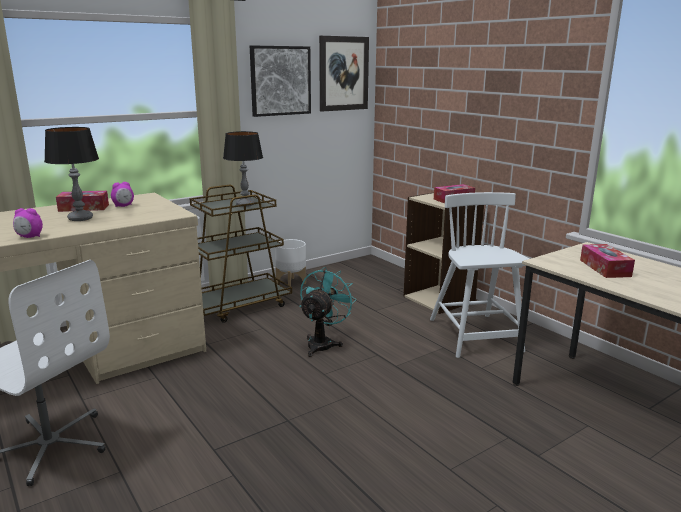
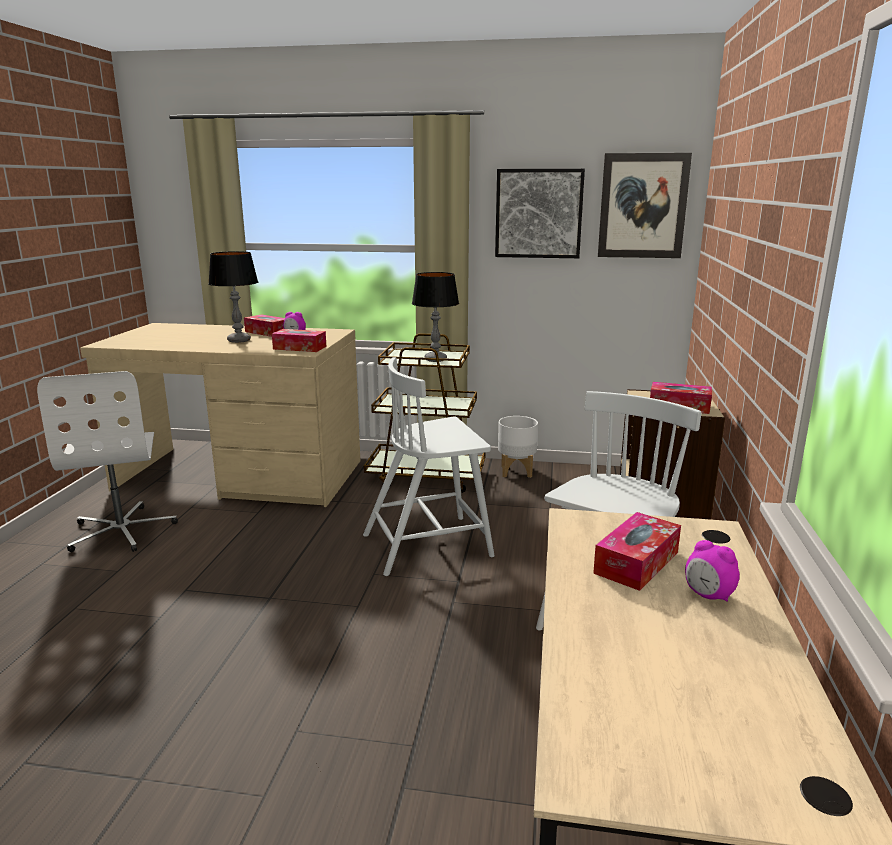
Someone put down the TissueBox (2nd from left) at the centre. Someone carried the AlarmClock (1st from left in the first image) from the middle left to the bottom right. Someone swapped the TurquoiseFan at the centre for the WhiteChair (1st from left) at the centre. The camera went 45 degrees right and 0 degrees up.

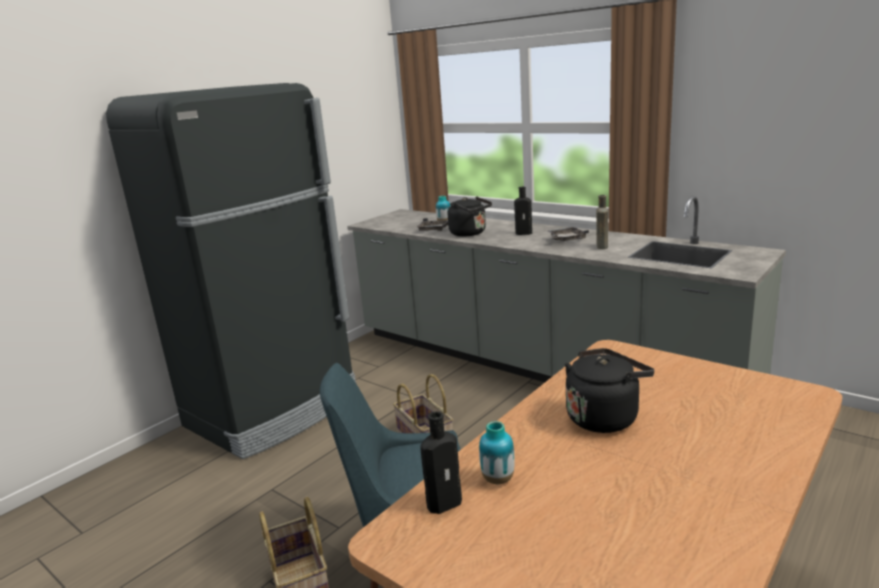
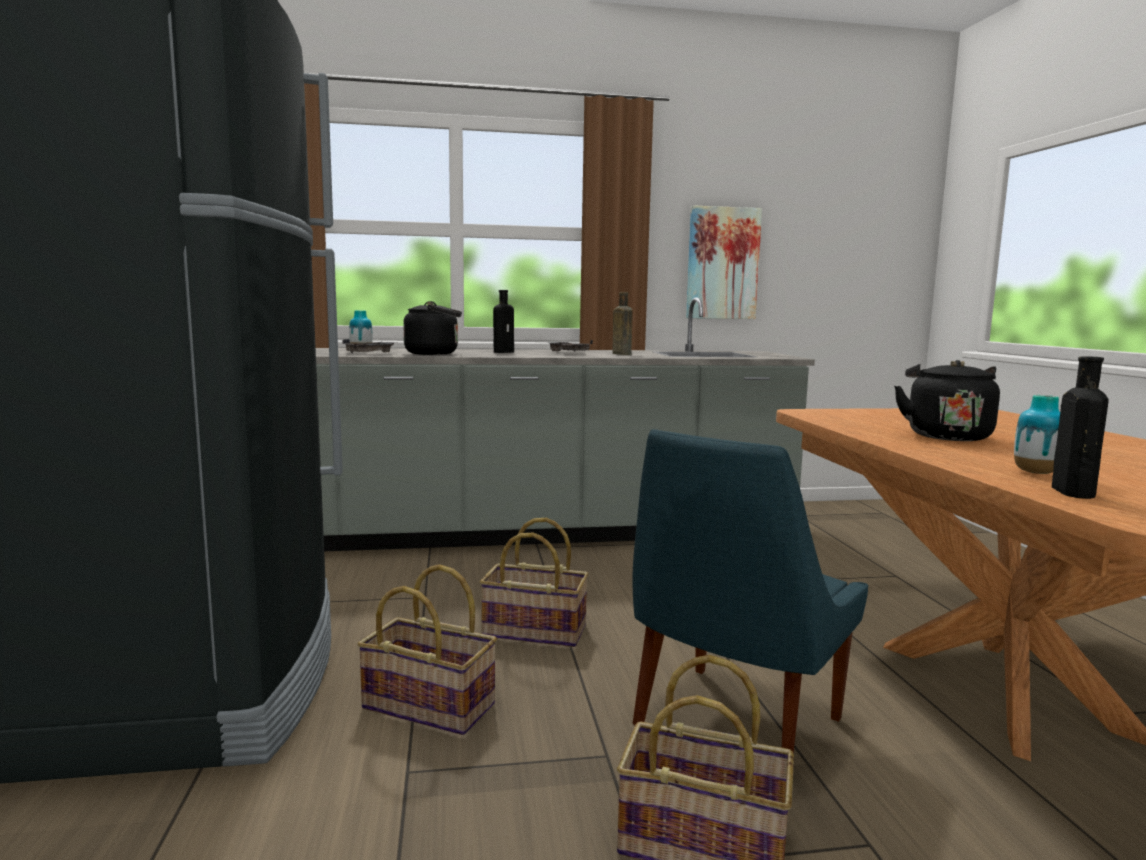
Someone put down the Basket (1st from left) at the bottom centre. Someone put up the Picture at the top centre. The camera went 50 degrees left and 10 degrees down.

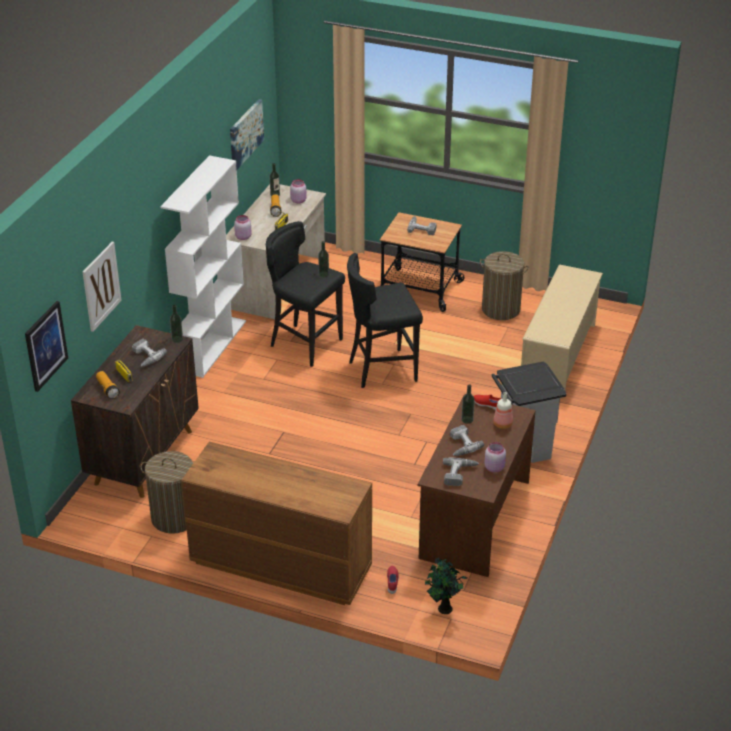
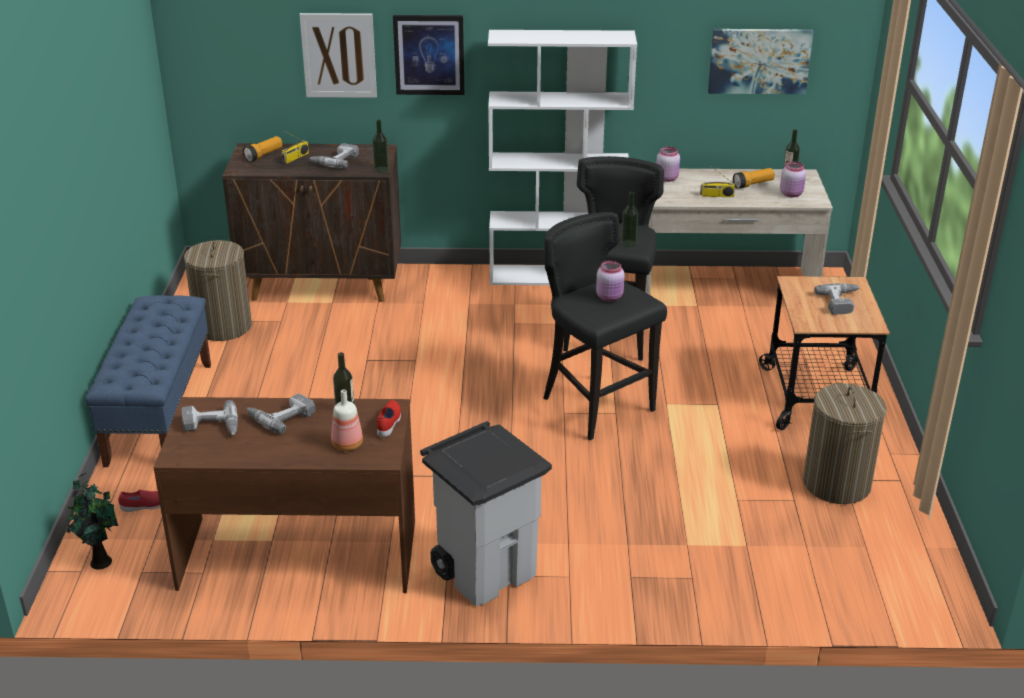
Someone took away the BeigeShoeRack at the middle right. Someone carried the Picture (1st from left in the first image) from the middle left to the top centre. Someone carried the PinkJar (3rd from left in the first image) from the middle right to the centre. Someone swapped the BrownDresser at the bottom centre for the BlueBench at the middle left. The camera went 70 degrees right and 5 degrees down.

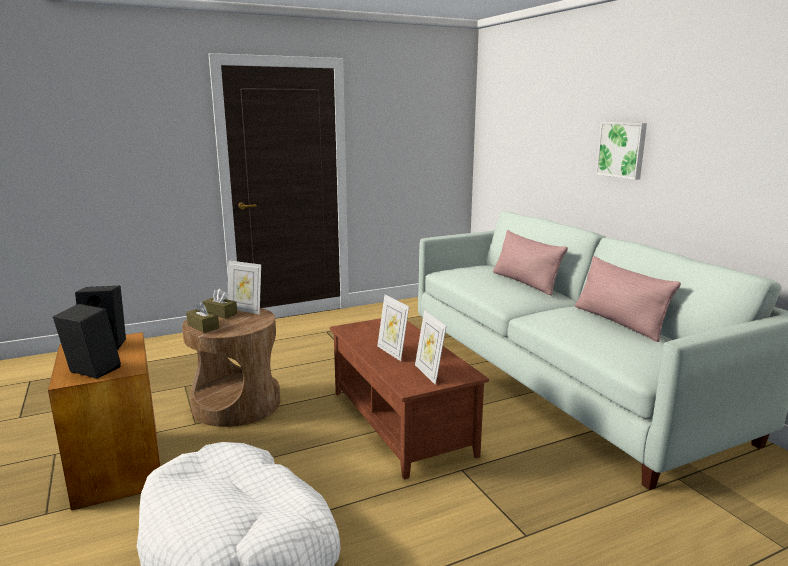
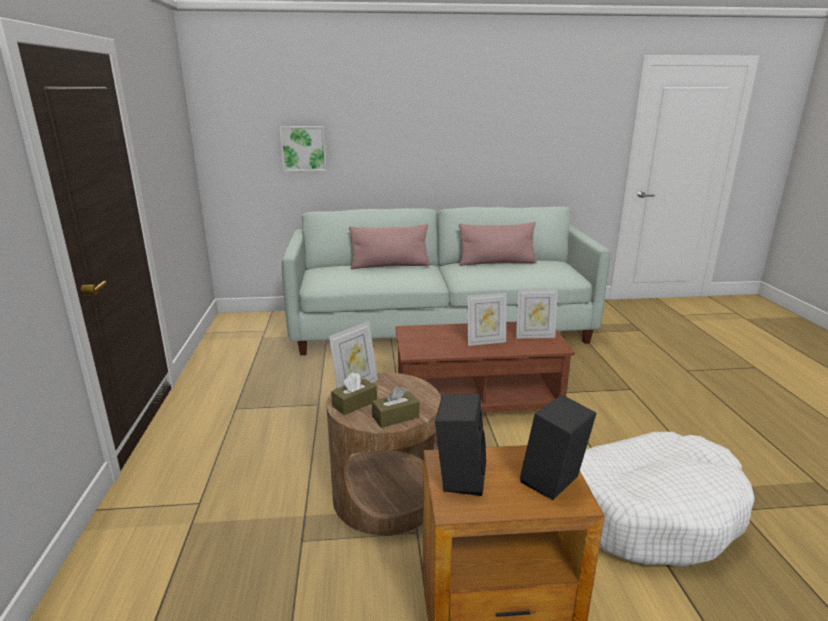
Someone carried the Picture from the top right to the top centre. The camera went 70 degrees left and 5 degrees up.

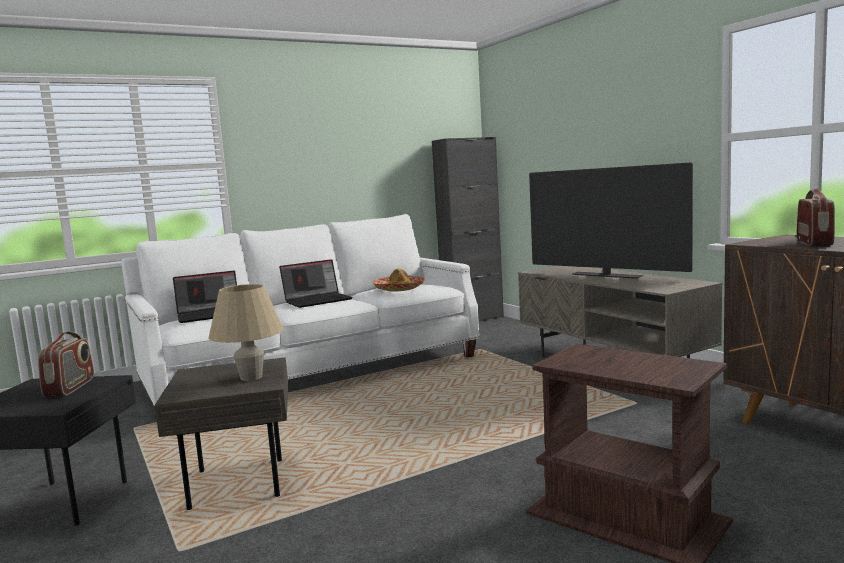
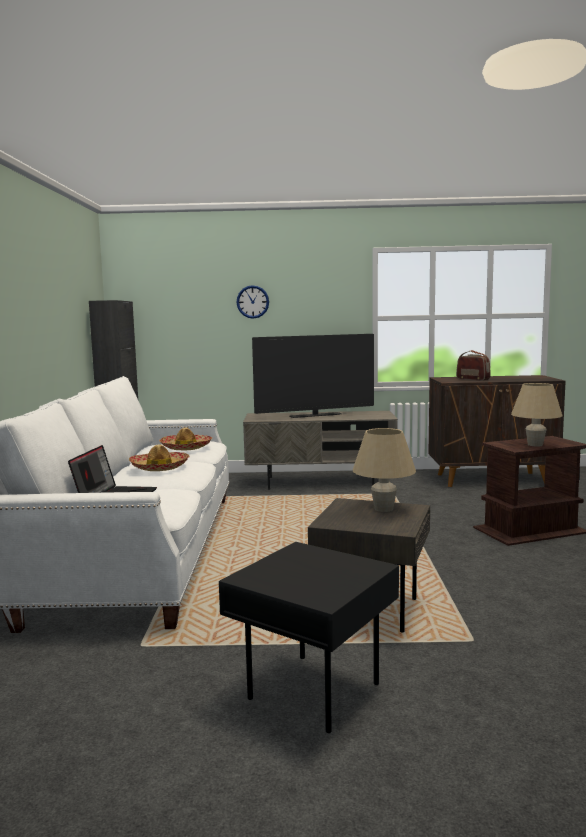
Someone took away the Radio (1st from left) at the middle left. Someone put up the WallClock at the centre. Someone put down the BeigeTableLamp (2nd from left) at the middle right. Someone swapped the Laptop (2nd from left) at the centre for the Hat (1st from left) at the middle left. The camera went 60 degrees left and 0 degrees up.

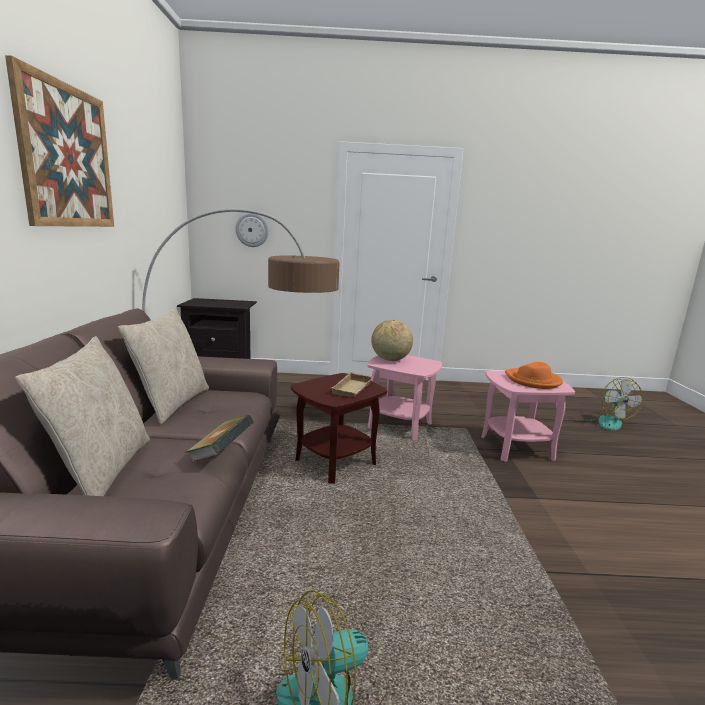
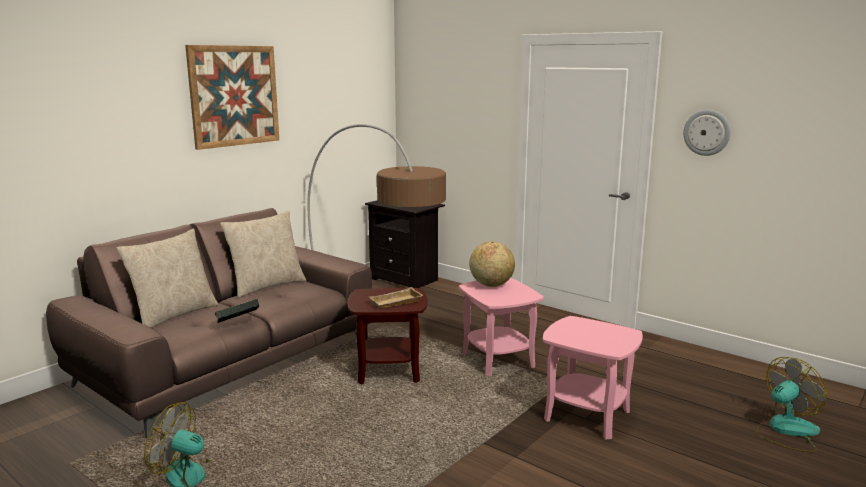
Someone took away the OrangeHat at the middle right. Someone carried the WallClock from the top centre to the top right. Someone rotated the Fan (2nd from left) at the middle right by 150 degrees counterclockwise. The camera went 40 degrees right and 0 degrees up.

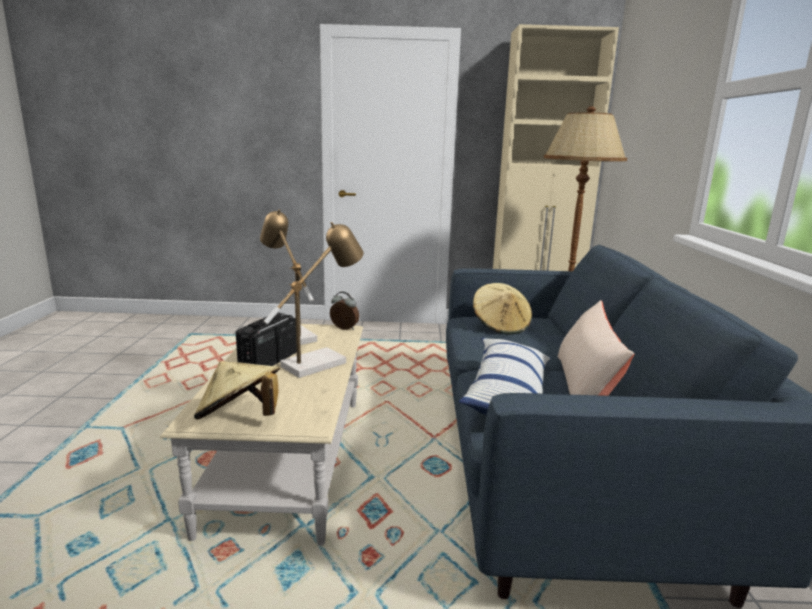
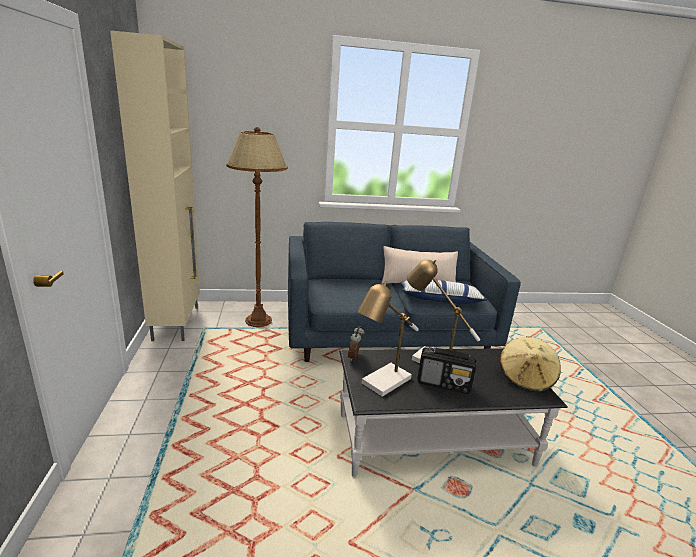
Someone took away the BeigeHat (2nd from left) at the centre. Someone repainted the BeigeCoffeeTable at the bottom left, which became the BlackCoffeeTable at the bottom centre. The camera went 100 degrees left and 5 degrees up.

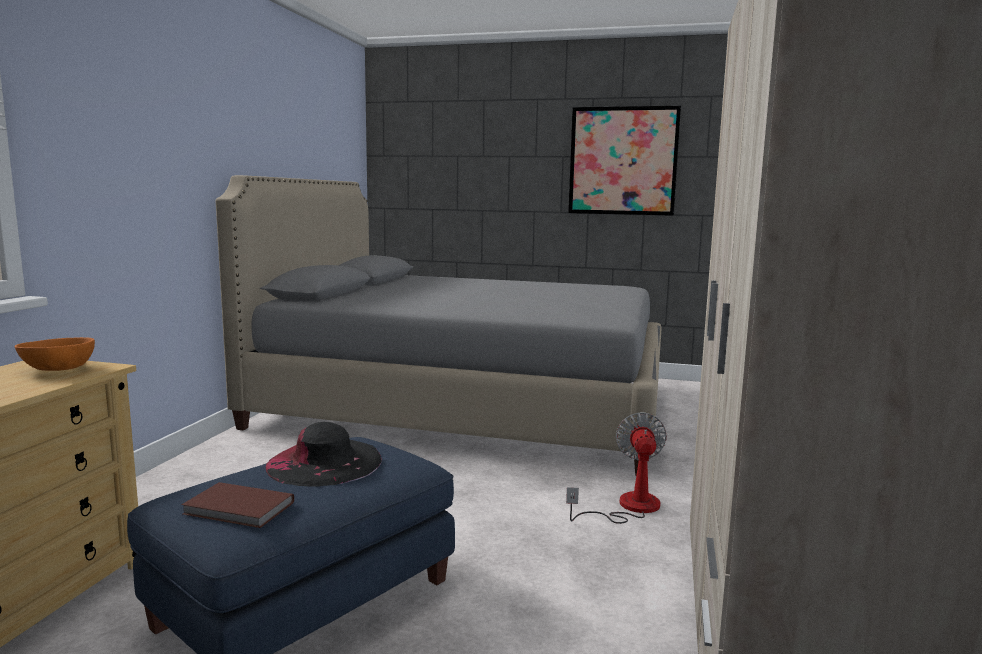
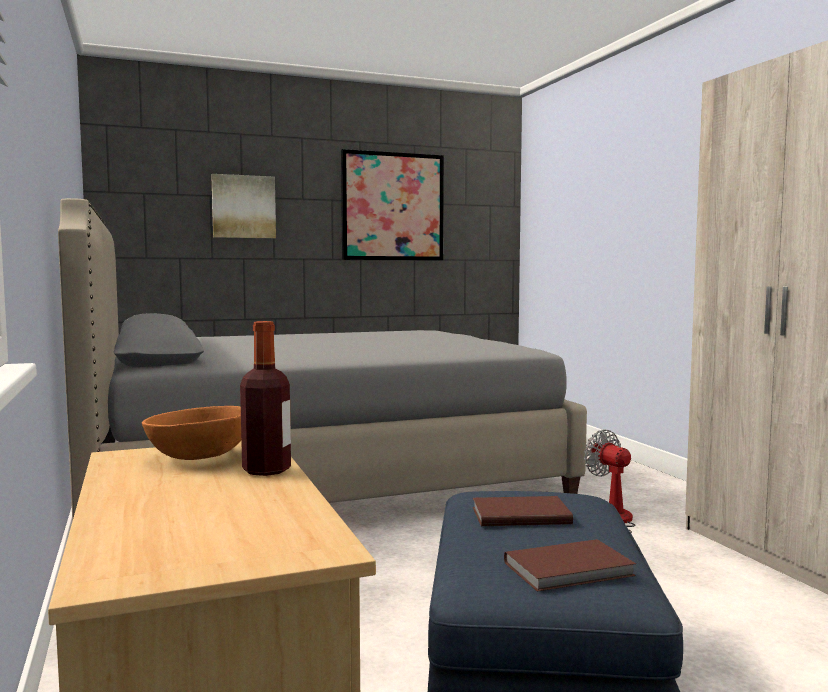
Someone put up the Picture (1st from left) at the top left. Someone put down the Bottle at the middle left. Someone swapped the BlackHat at the bottom left for the BrownBook (1st from left) at the bottom centre. The camera went 35 degrees left and 5 degrees down.

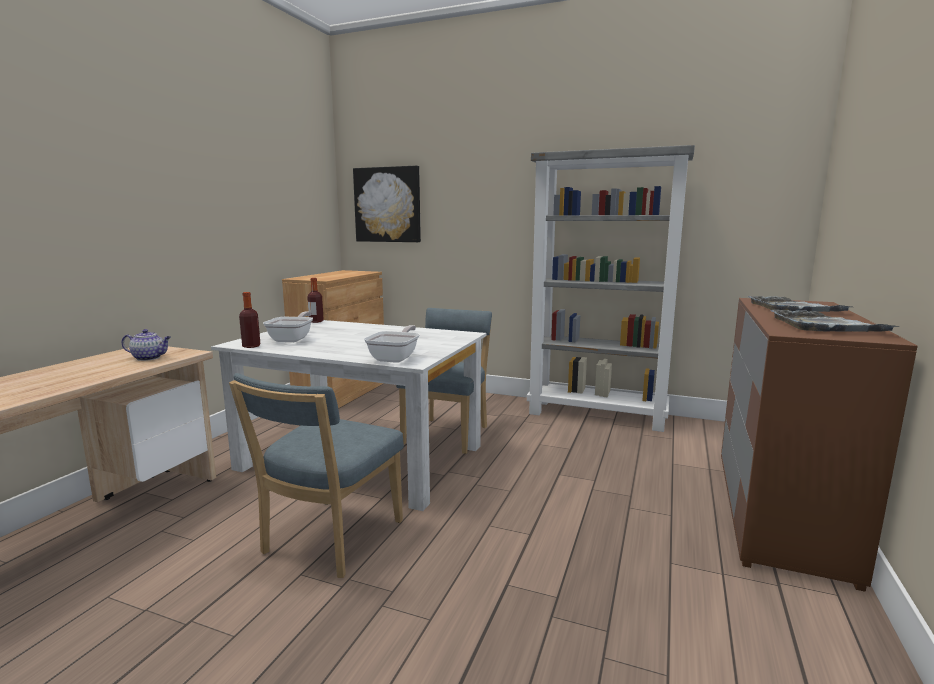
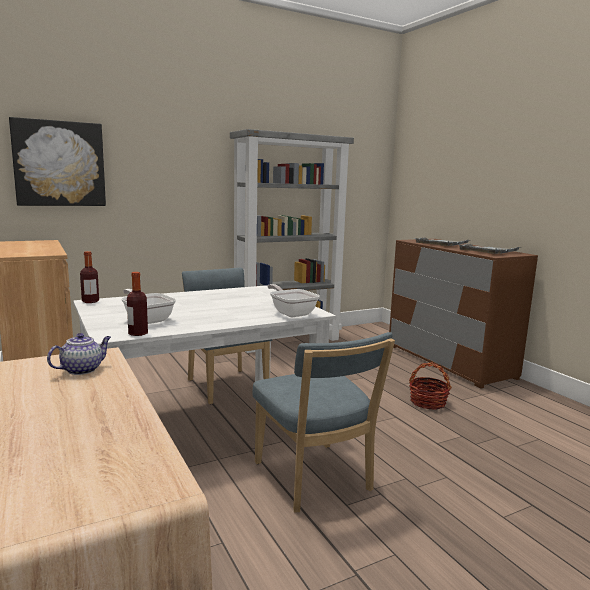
Someone put down the Basket at the middle right. The camera went 50 degrees left and 0 degrees up.

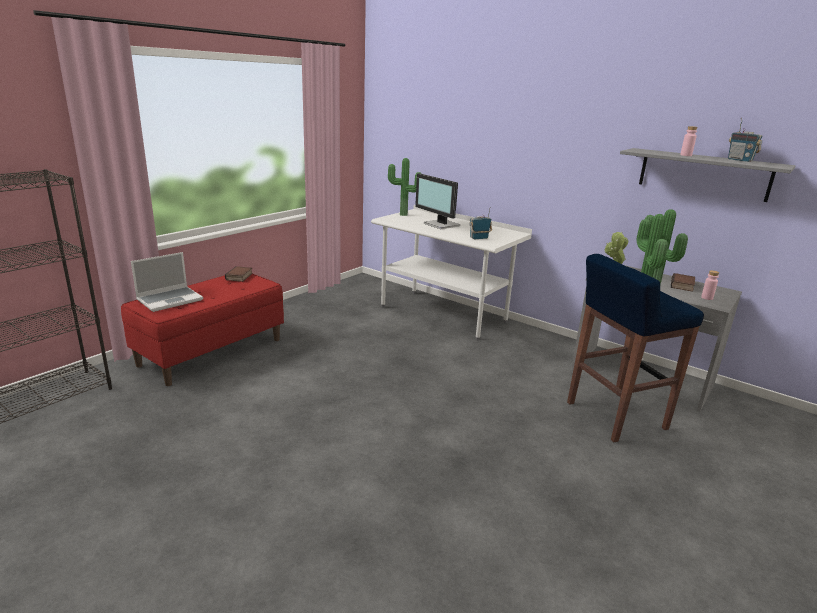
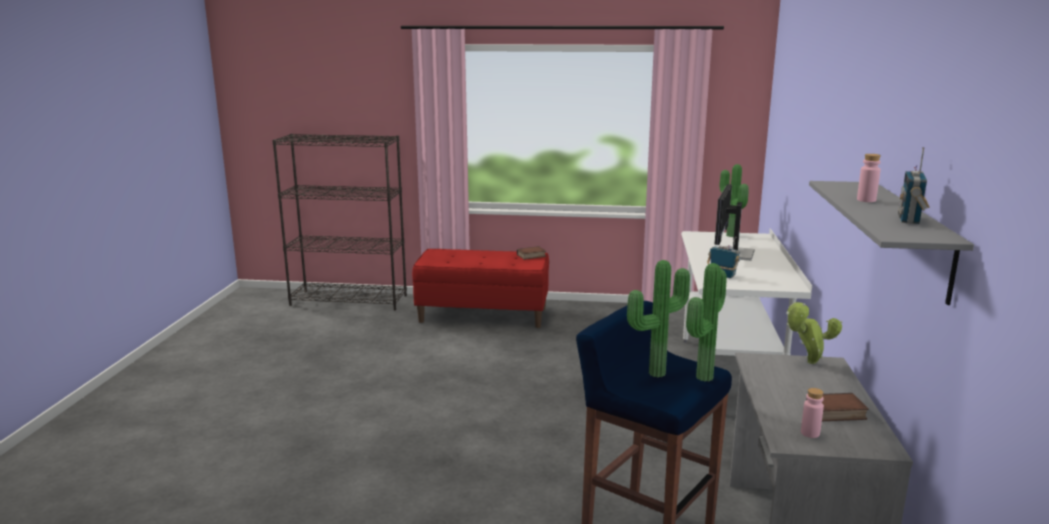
Someone took away the Laptop at the middle left. The camera went 60 degrees right and 5 degrees down.

